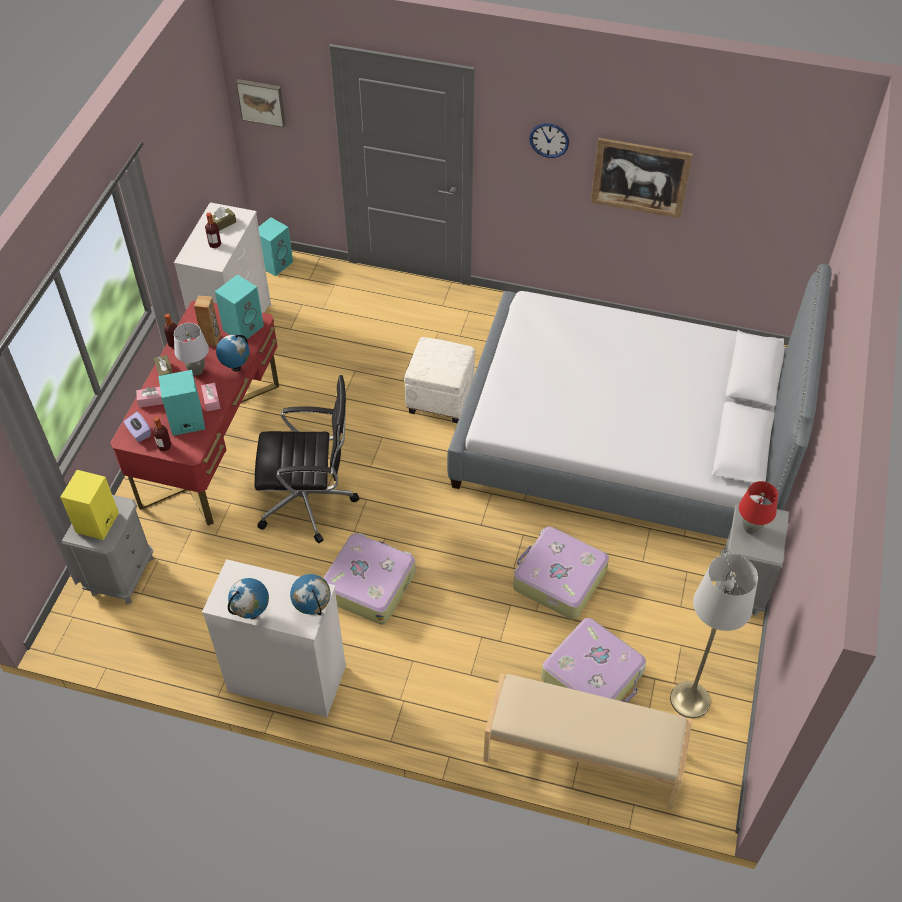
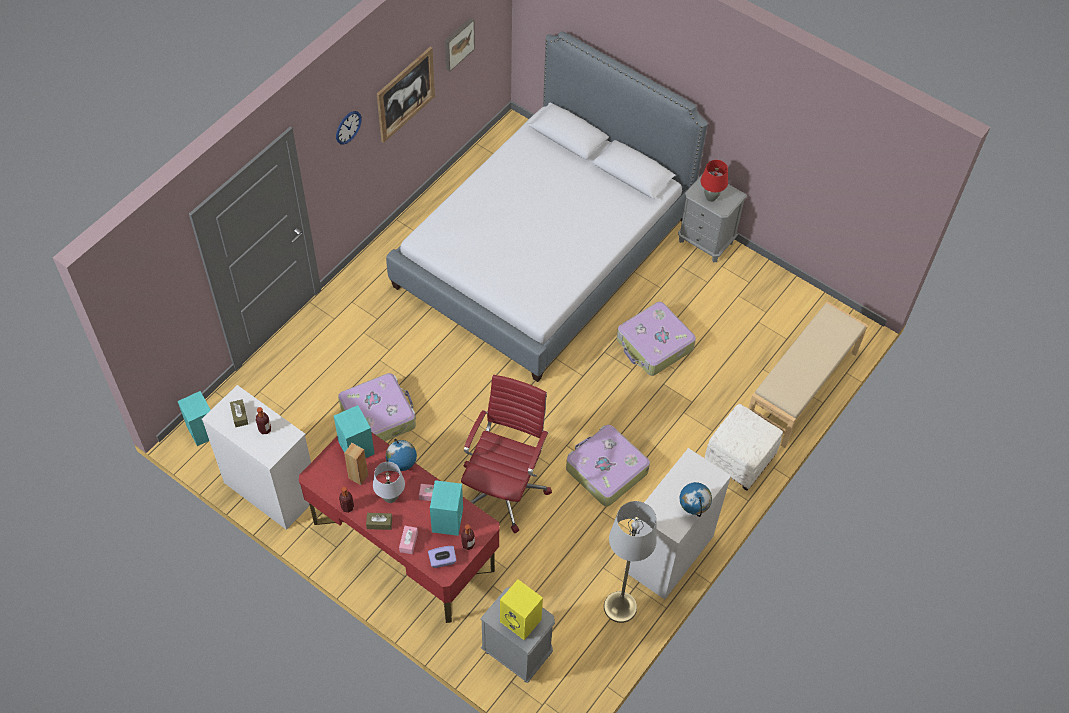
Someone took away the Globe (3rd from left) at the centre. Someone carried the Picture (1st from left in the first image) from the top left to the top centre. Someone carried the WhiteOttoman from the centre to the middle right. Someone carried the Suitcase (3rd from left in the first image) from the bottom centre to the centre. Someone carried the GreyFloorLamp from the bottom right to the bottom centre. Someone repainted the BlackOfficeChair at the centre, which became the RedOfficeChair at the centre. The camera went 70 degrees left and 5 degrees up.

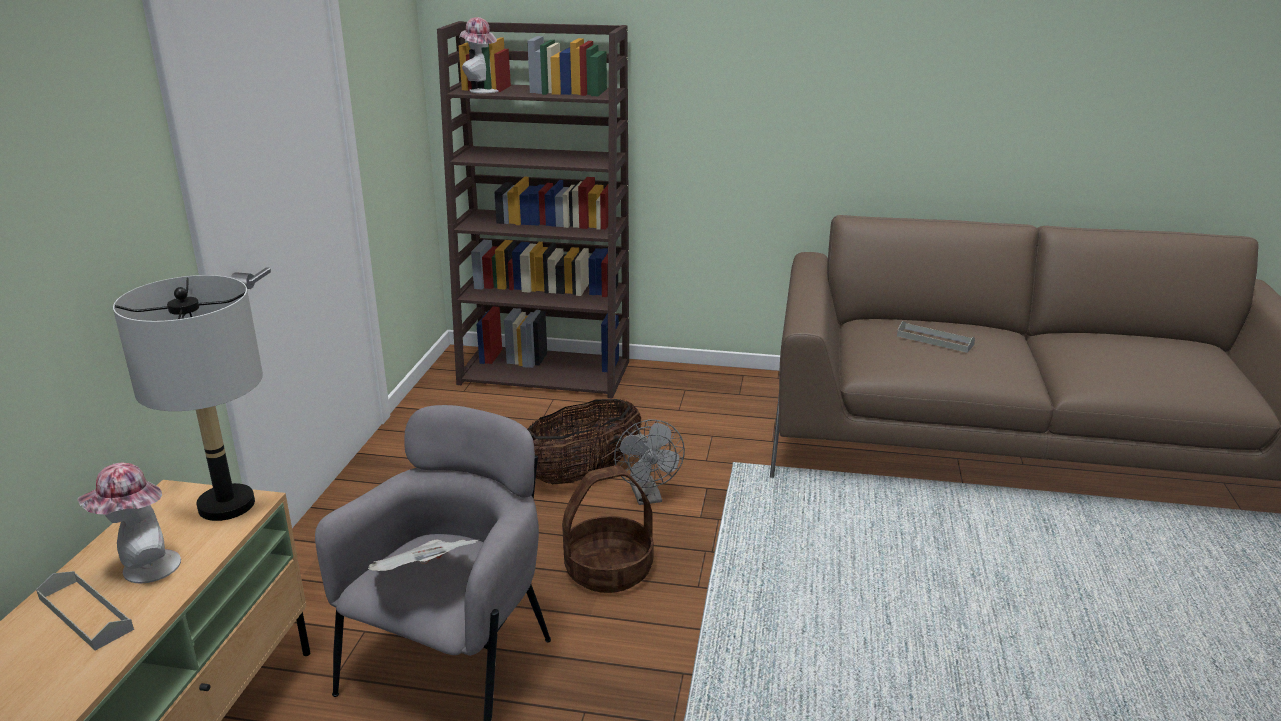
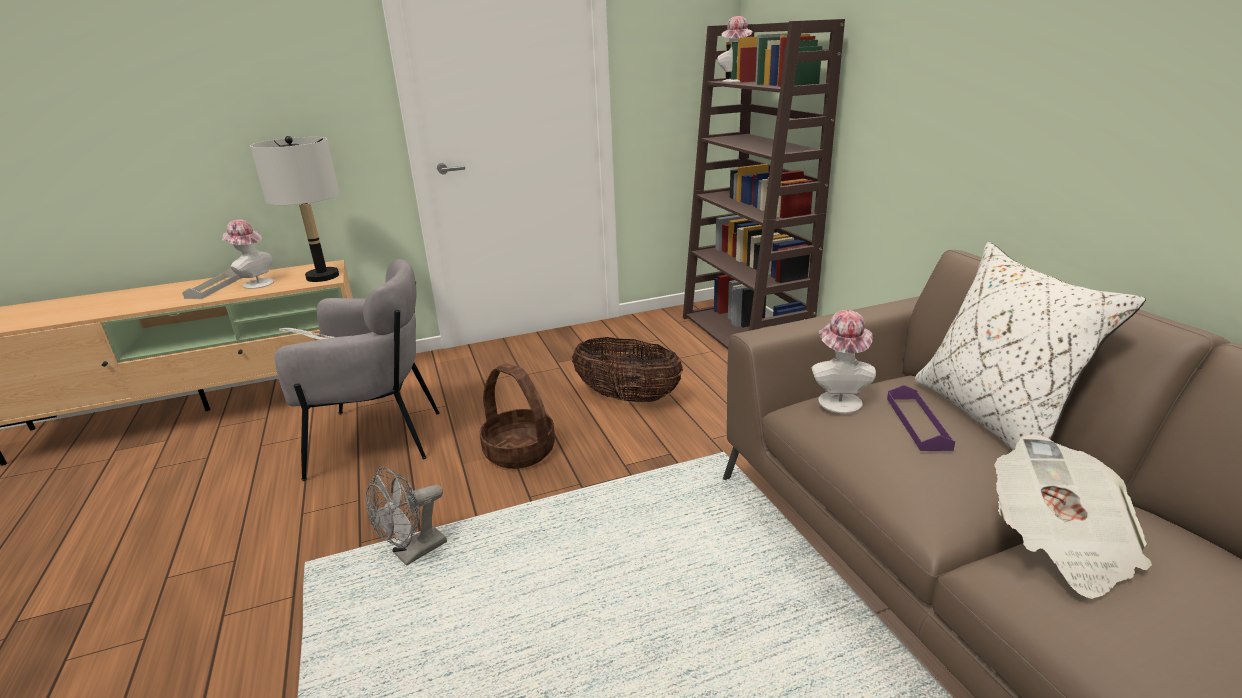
Someone put down the Hat (3rd from left) at the middle right. Someone put down the WhitePillow at the middle right. Someone put down the Newspaper (2nd from left) at the bottom right. Someone carried the GreyFan from the centre to the bottom left. Someone repainted the GreyTray (2nd from left) at the middle right, which became the PurpleTray at the middle right. The camera went 60 degrees right and 0 degrees up.

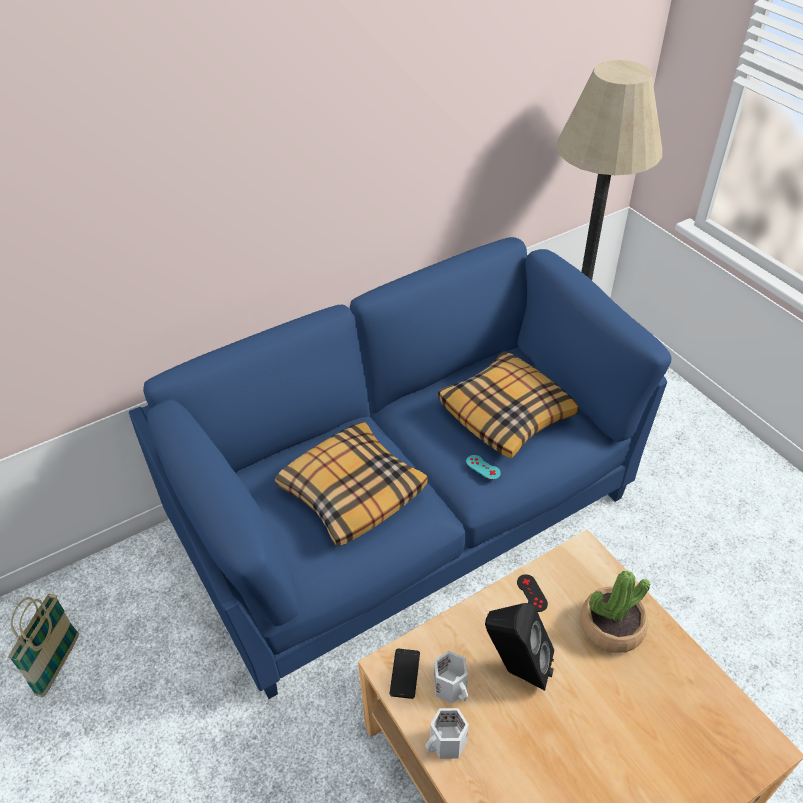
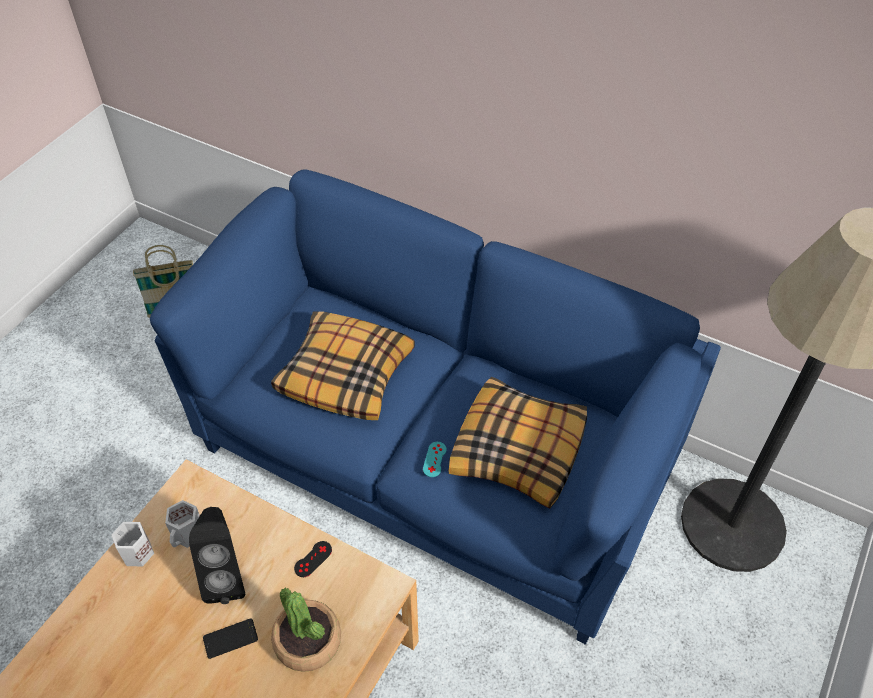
Someone carried the Phone from the bottom centre to the bottom left. The camera went 60 degrees right and 5 degrees up.

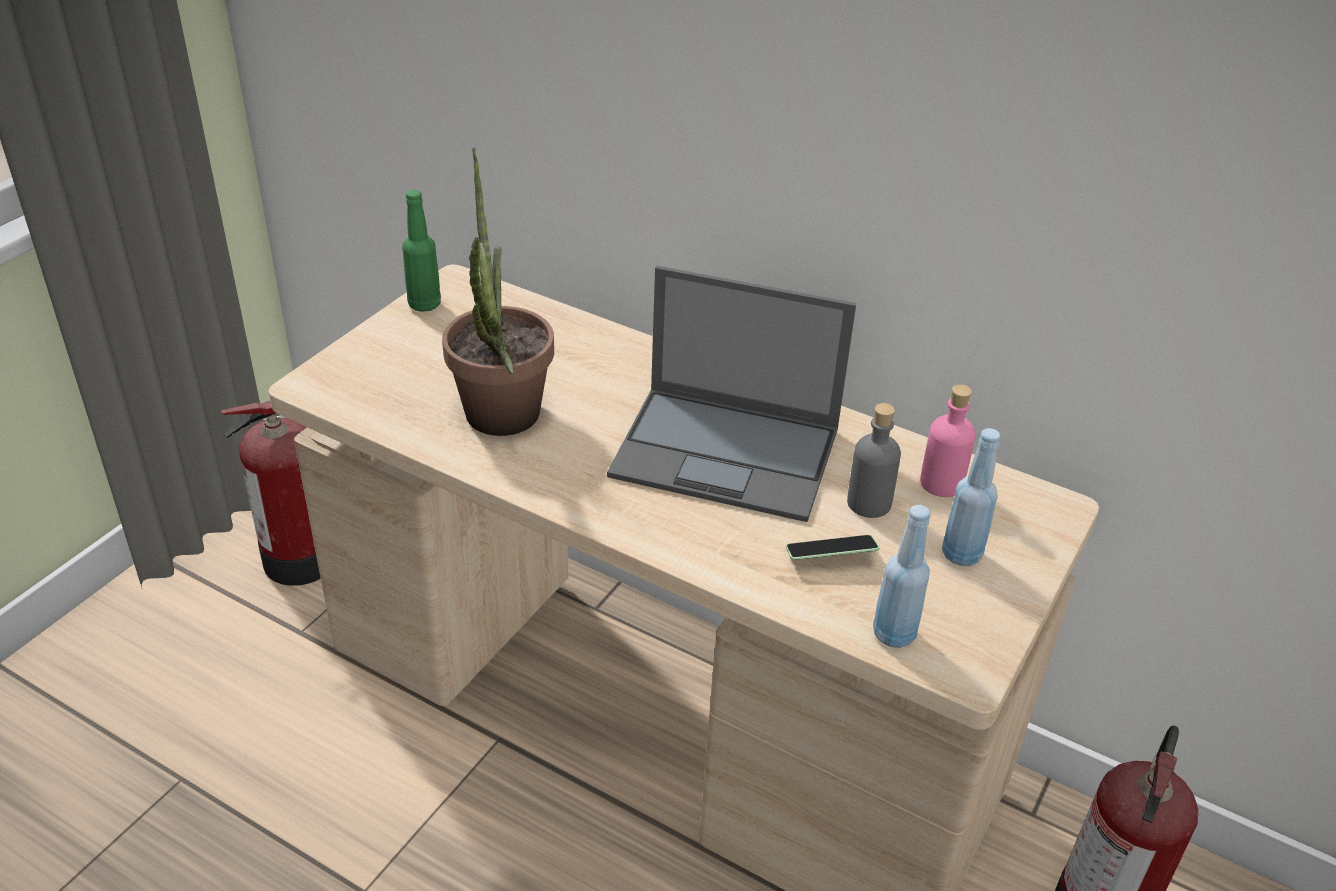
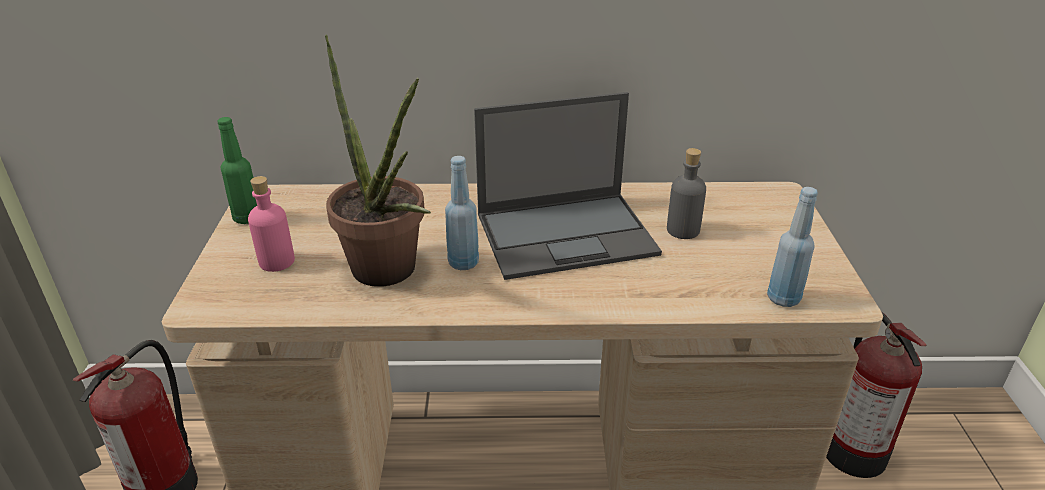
Someone took away the Phone at the centre. Someone carried the PinkBottle from the middle right to the middle left. Someone carried the BlueBottle (2nd from left in the first image) from the middle right to the centre. The camera went 30 degrees left and 5 degrees down.

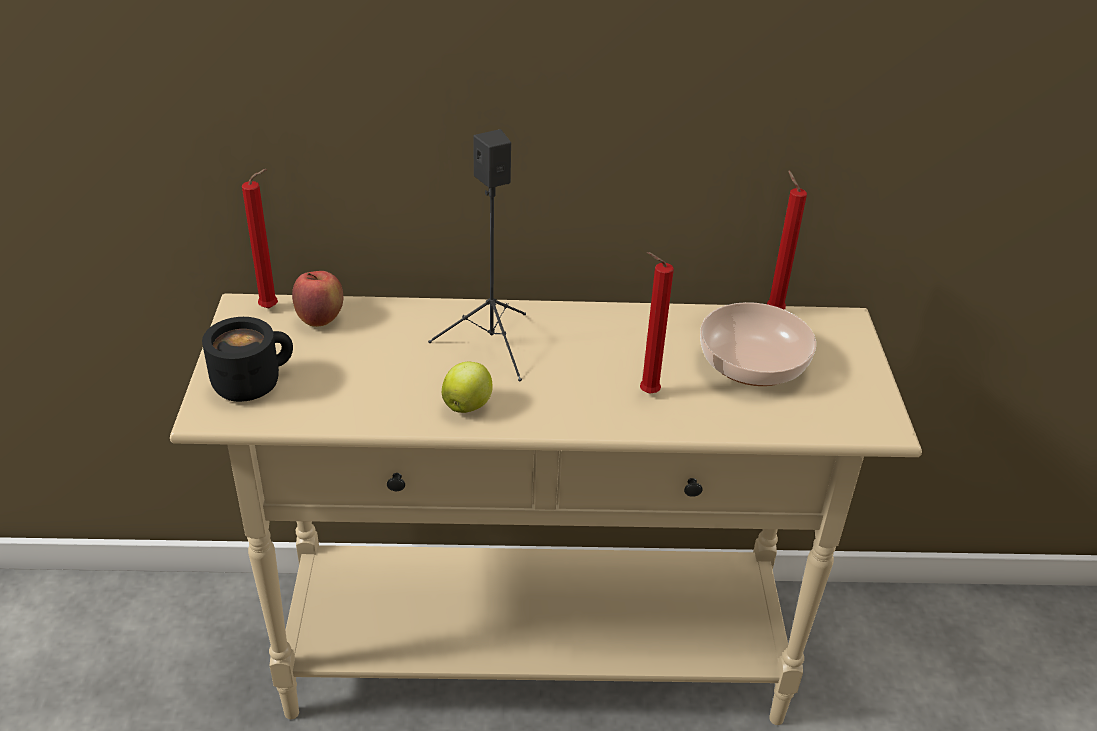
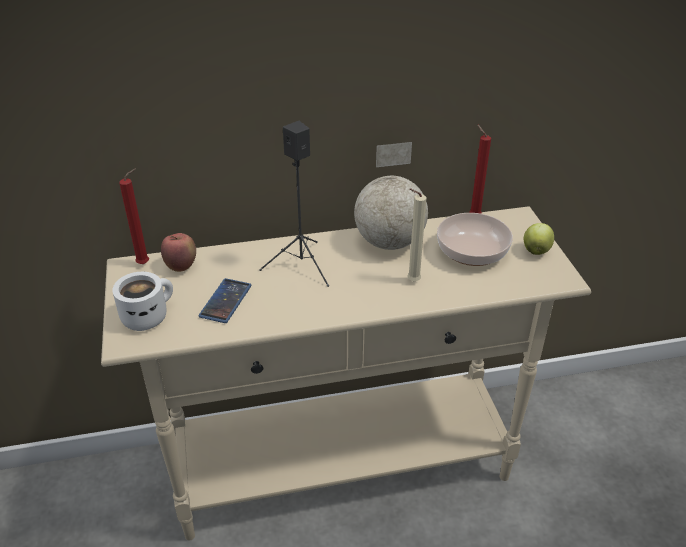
Someone put down the Phone at the middle left. Someone put down the Globe at the centre. Someone carried the Apple (2nd from left) from the centre to the middle right. Someone repainted the BlackMug at the middle left, which became the WhiteMug at the middle left. Someone repainted the RedCandle (2nd from left) at the centre, which became the BeigeCandle at the centre. The camera went 10 degrees left and 0 degrees up.

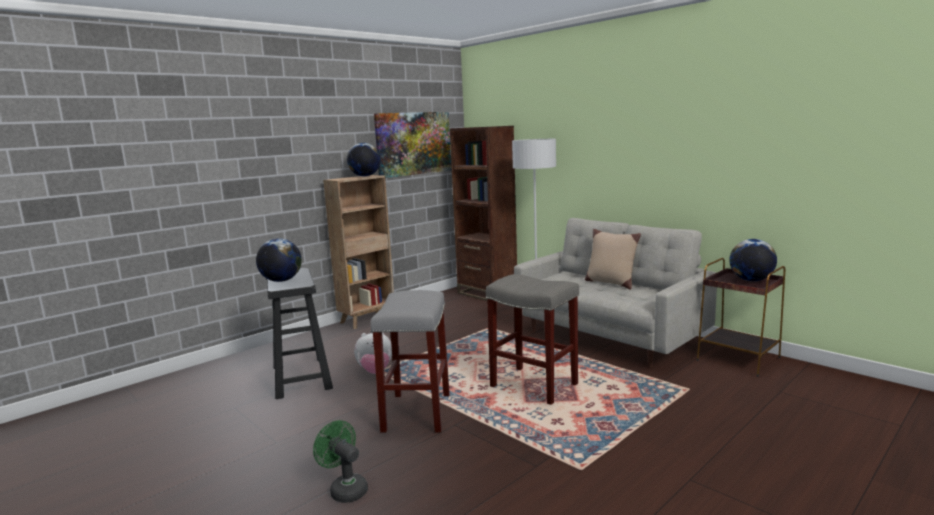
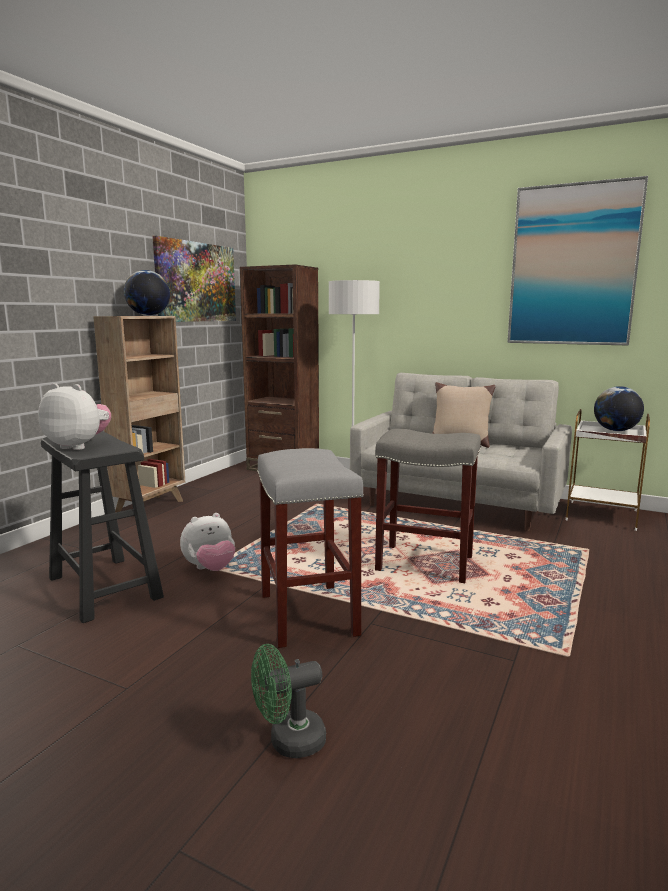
Someone put up the Picture (2nd from left) at the top right. Someone swapped the Globe (1st from left) at the middle left for the PlushToy (1st from left) at the middle left. Someone repainted the BrownSideTable at the middle right, which became the WhiteSideTable at the middle right. Someone rotated the GreenFan at the bottom centre by 45 degrees counterclockwise. The camera went 20 degrees left and 0 degrees up.

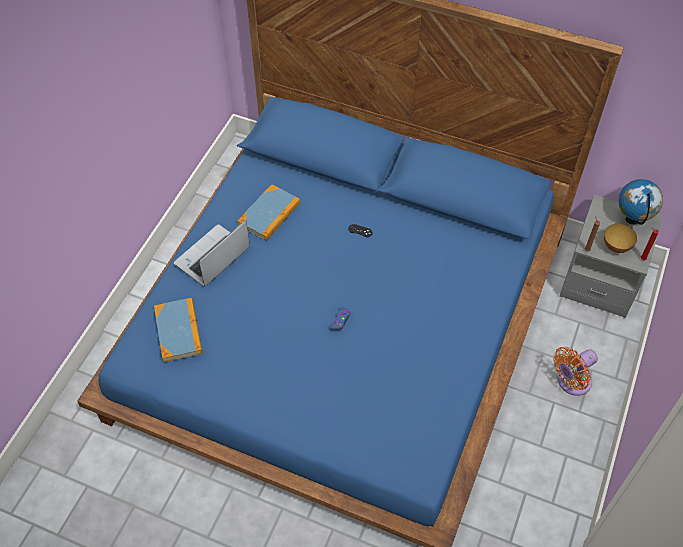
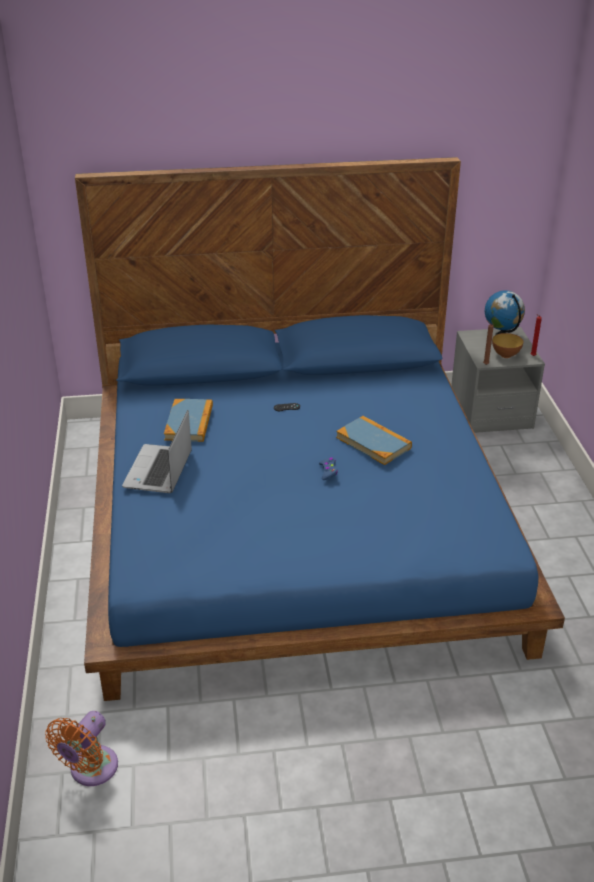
Someone carried the Book (1st from left in the first image) from the middle left to the centre. Someone carried the OrangeFan from the bottom right to the bottom left. The camera went 30 degrees left and 20 degrees down.

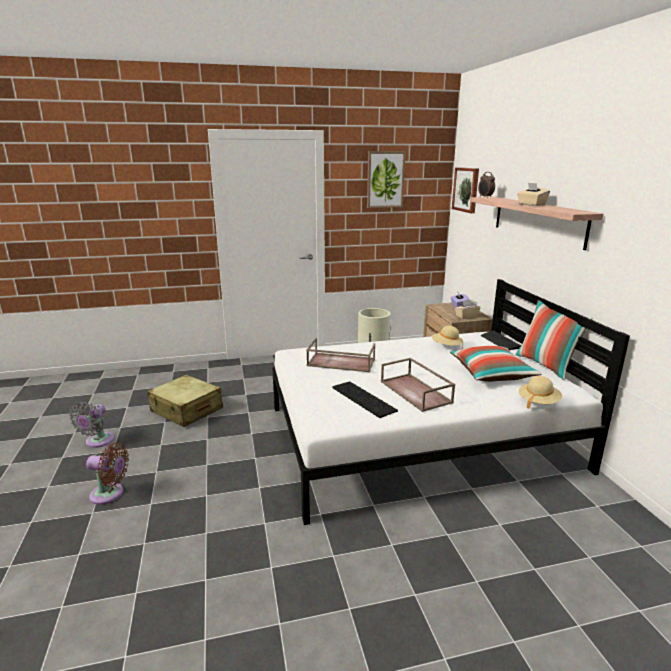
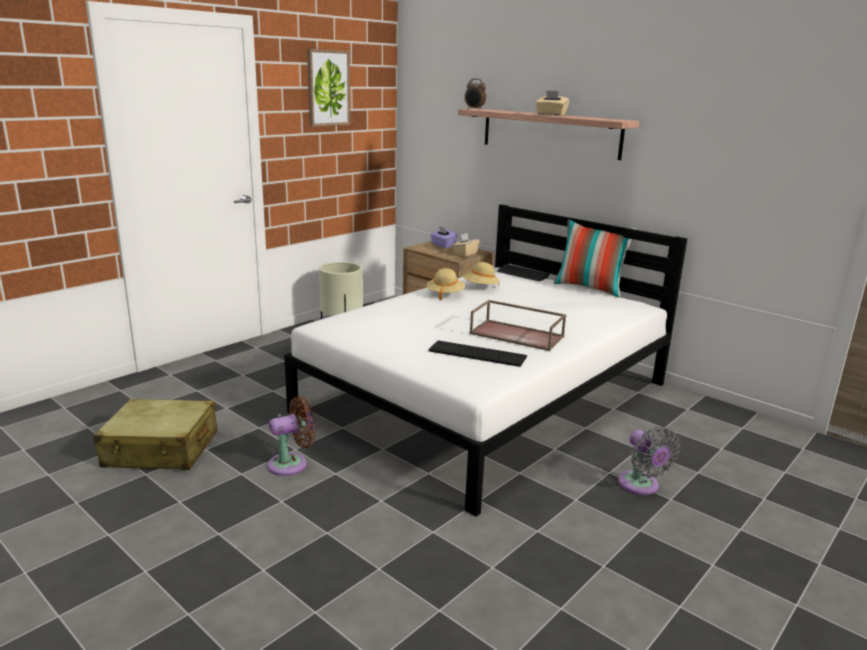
Someone took away the BrownTray (1st from left) at the centre. Someone took away the Pillow (1st from left) at the middle right. Someone took away the Picture (2nd from left) at the top right. Someone carried the GreyFan from the middle left to the bottom right. Someone carried the BrownFan from the bottom left to the bottom centre. Someone carried the BeigeHat (2nd from left in the first image) from the middle right to the centre. The camera went 35 degrees left and 0 degrees up.

